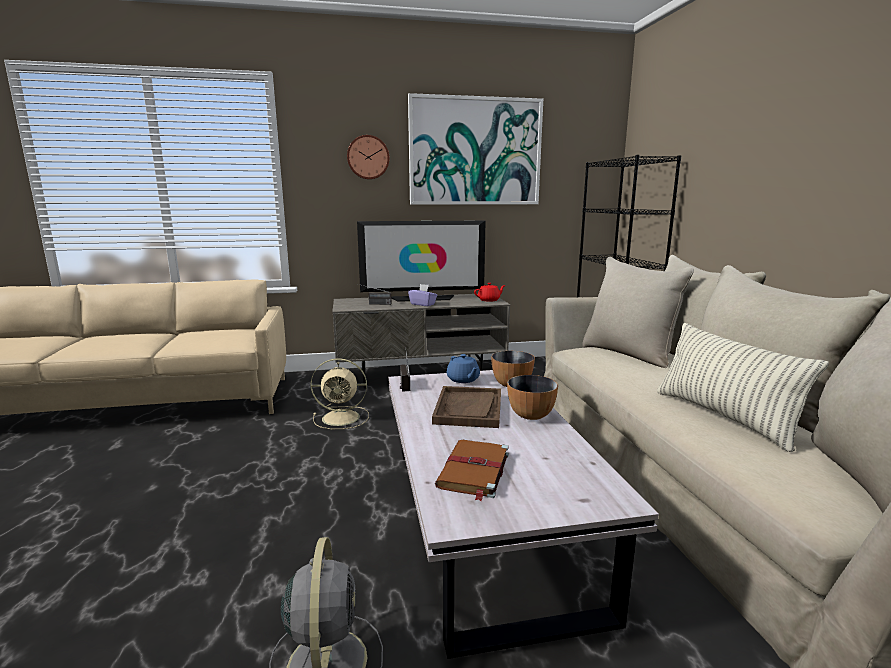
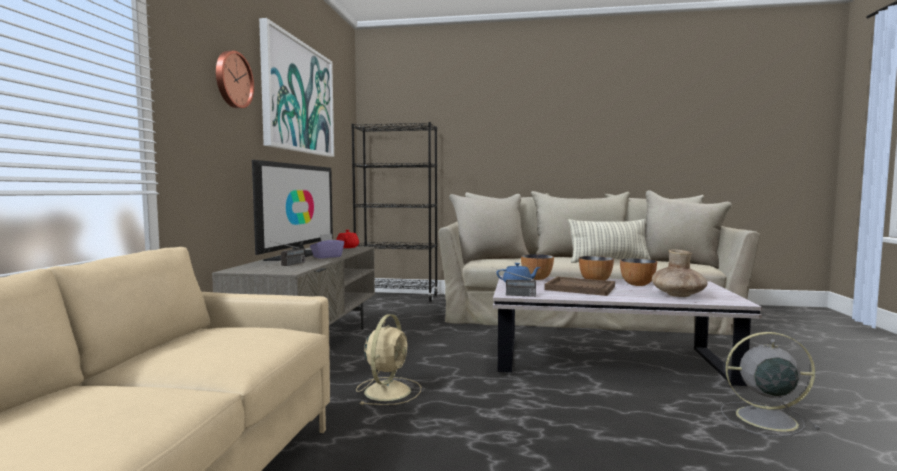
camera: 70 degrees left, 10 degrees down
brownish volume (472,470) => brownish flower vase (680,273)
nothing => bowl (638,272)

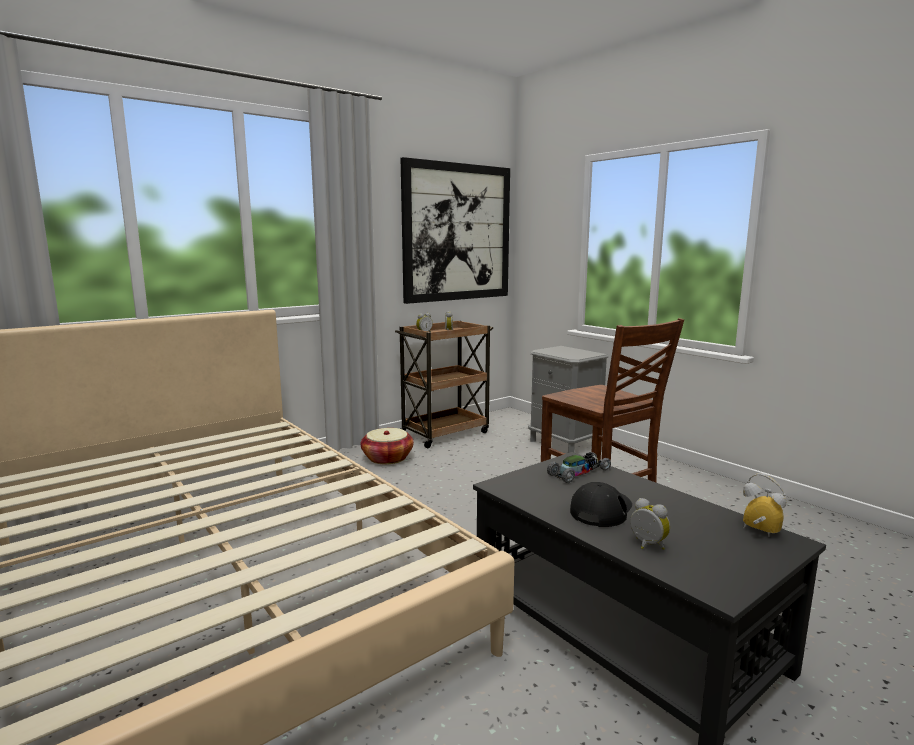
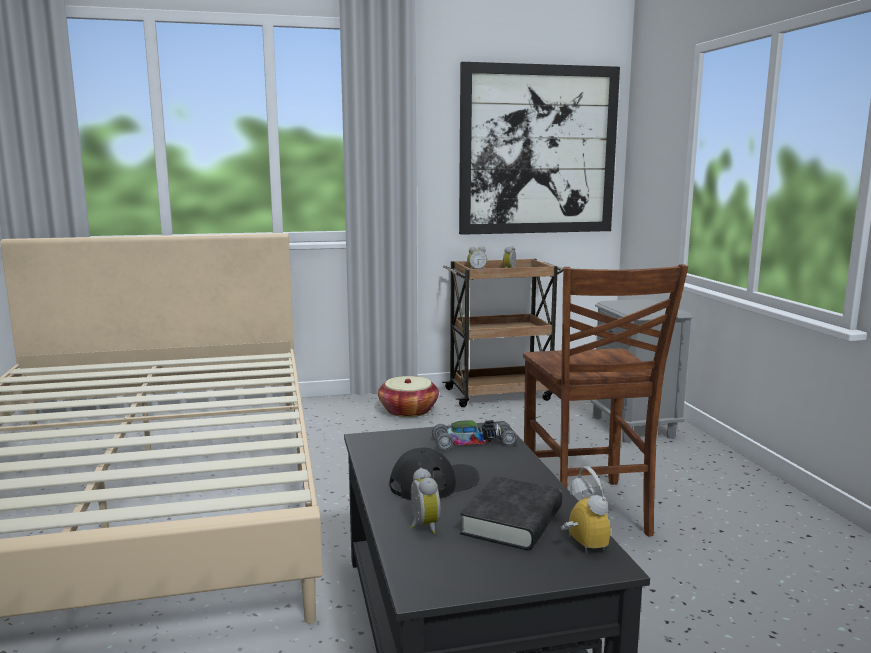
camera: 25 degrees right, 0 degrees up
nothing => black volume (511,513)

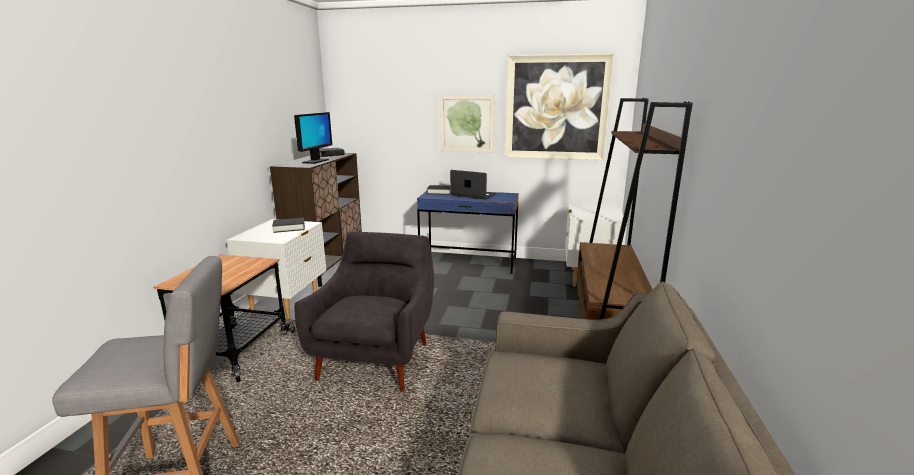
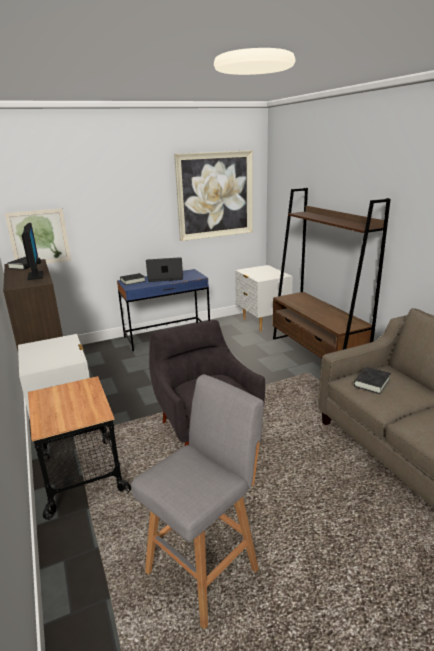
camera: 35 degrees left, 5 degrees up
wall picture (467,123) => wall picture (38,236), relocated
black volume (288,225) => black volume (372,380), relocated

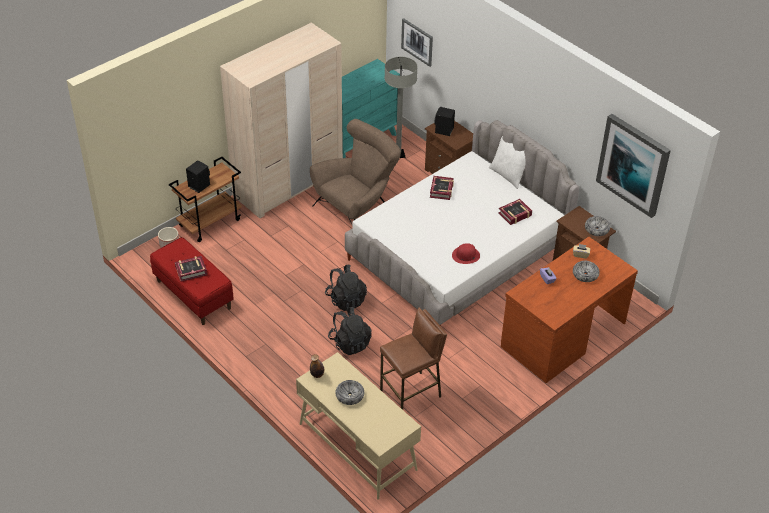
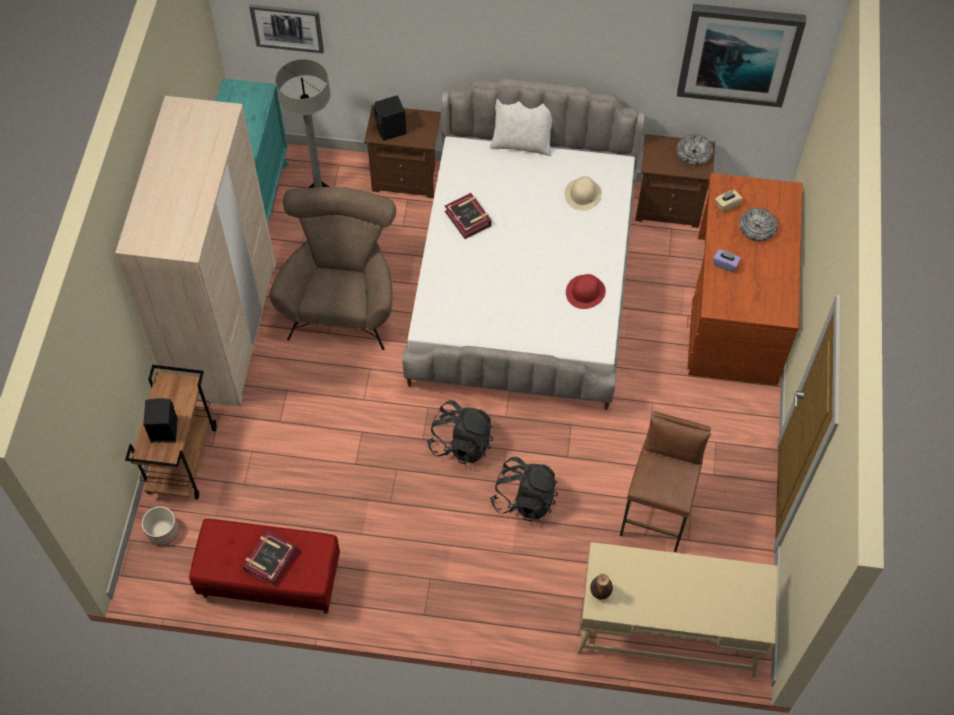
camera: 40 degrees left, 15 degrees up
volume (515,212) => beige clothing hat (583,193)
bowl (349,392) => nothing

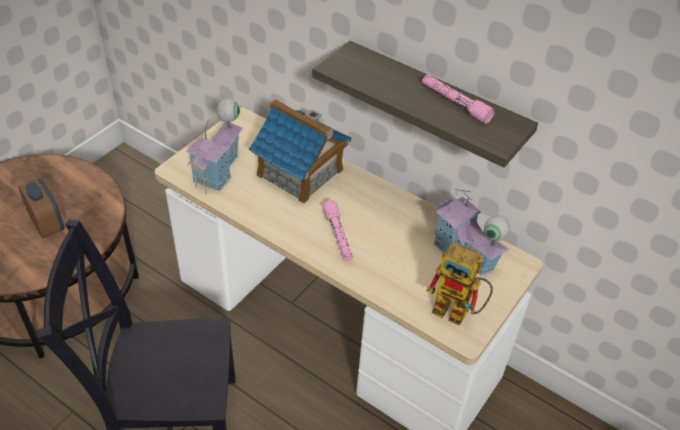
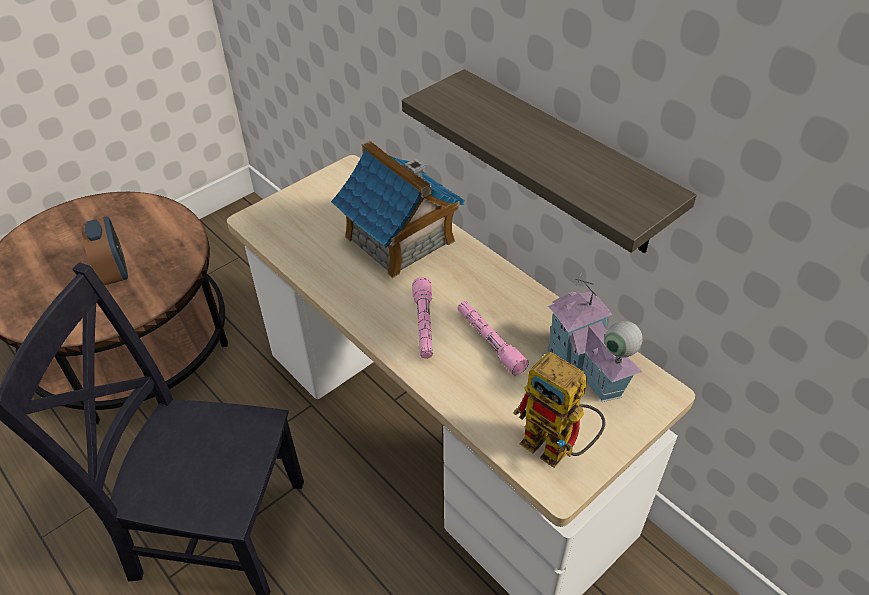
camera: 15 degrees right, 0 degrees up
pink-coloured torch (458,99) => pink-coloured torch (493,338), relocated
toy house (214,146) => nothing

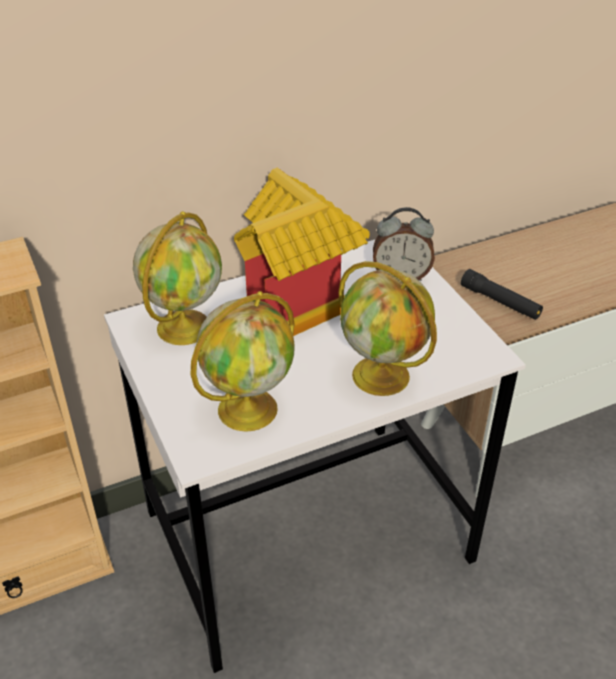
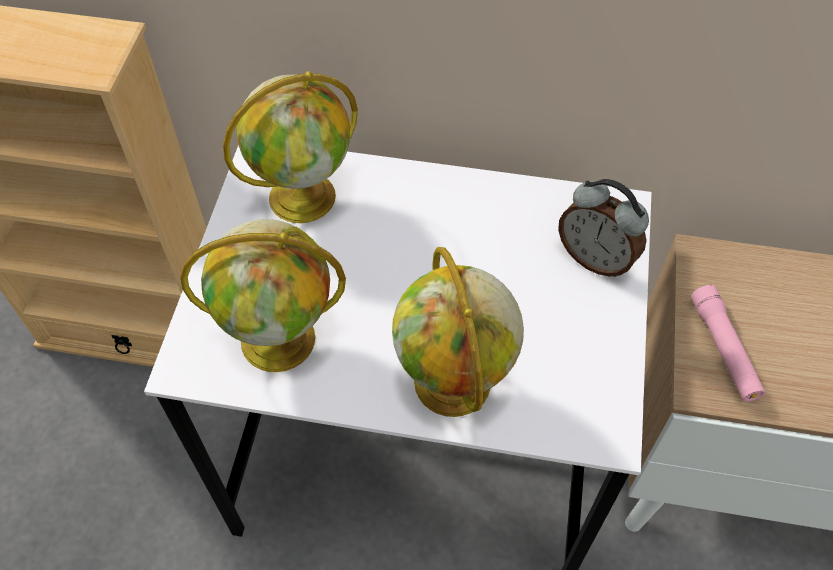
camera: 35 degrees right, 15 degrees up
toy house (302,252) => nothing
black torch (502,294) => pink-coloured torch (728,343)

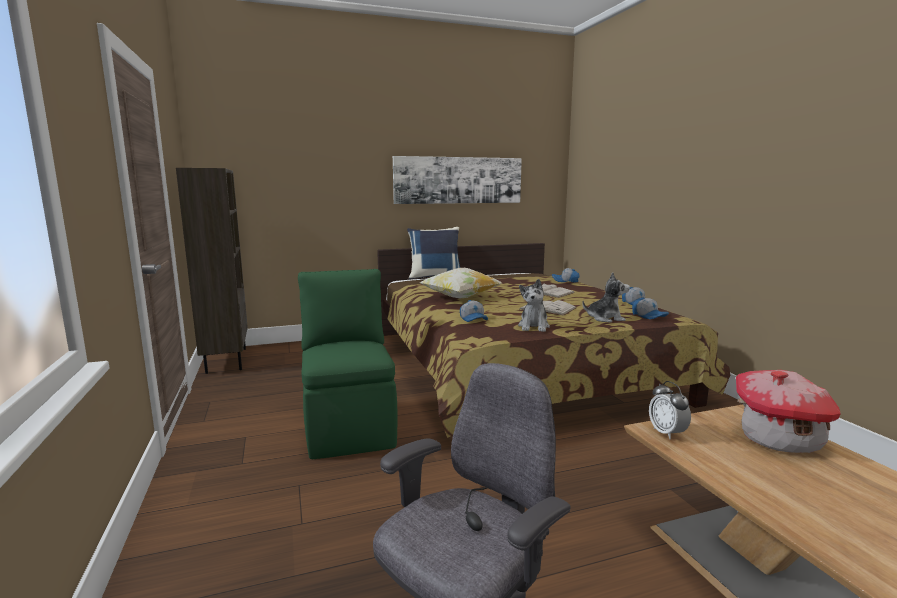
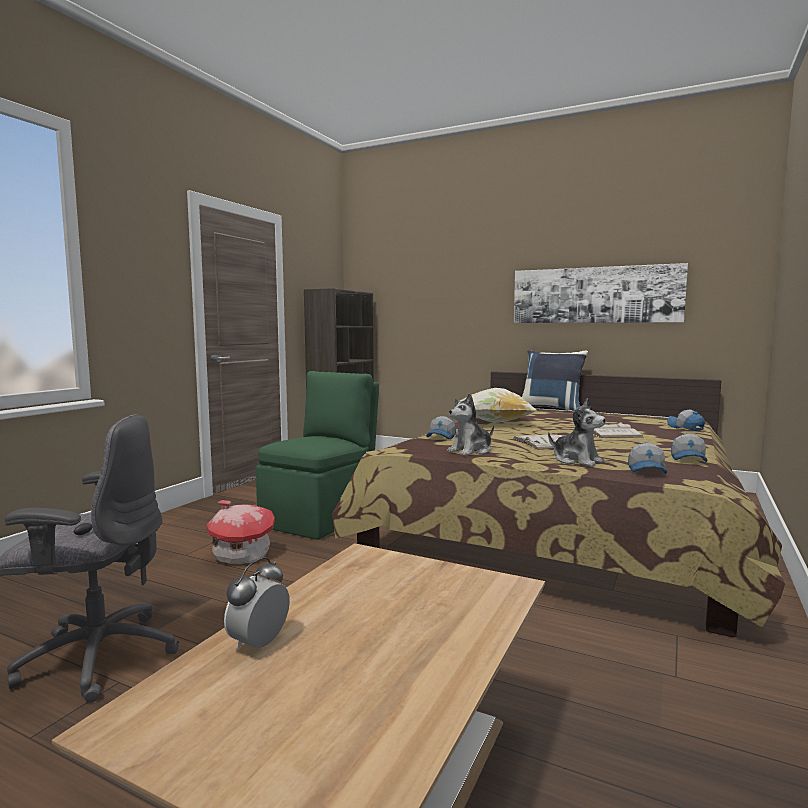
camera: 45 degrees right, 5 degrees down
toy house (788,411) => toy house (240,532), relocated
bedside clock (670,410) => bedside clock (257,604), relocated

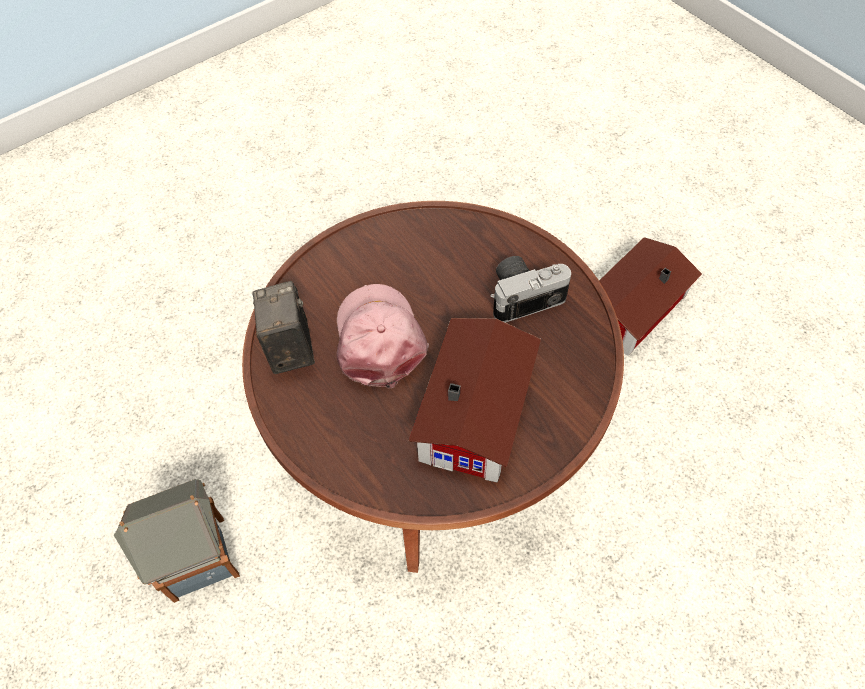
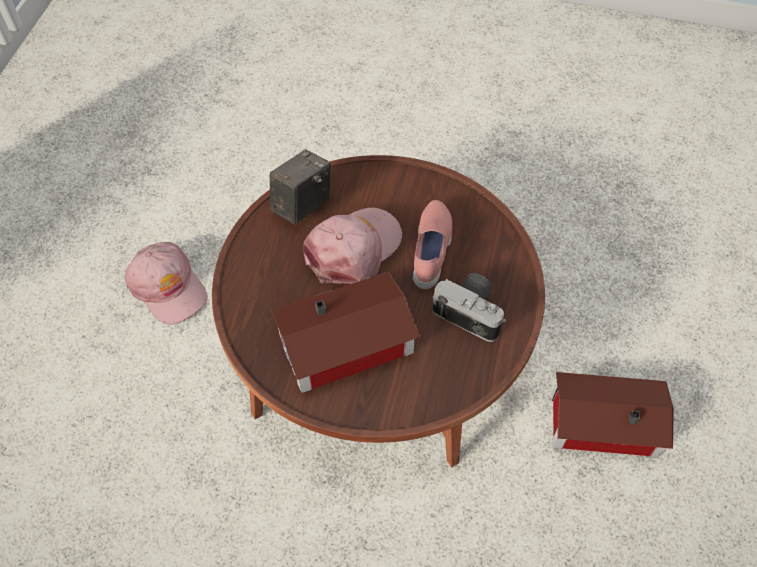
camera: 50 degrees right, 0 degrees up
toy house (177,541) => pink-coloured baseball cap (166,283)
nothing => pink-coloured low shoe (432,244)

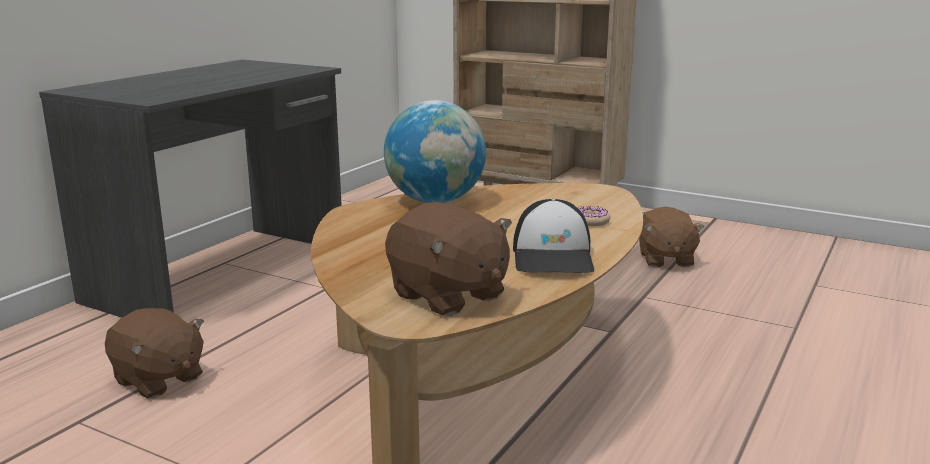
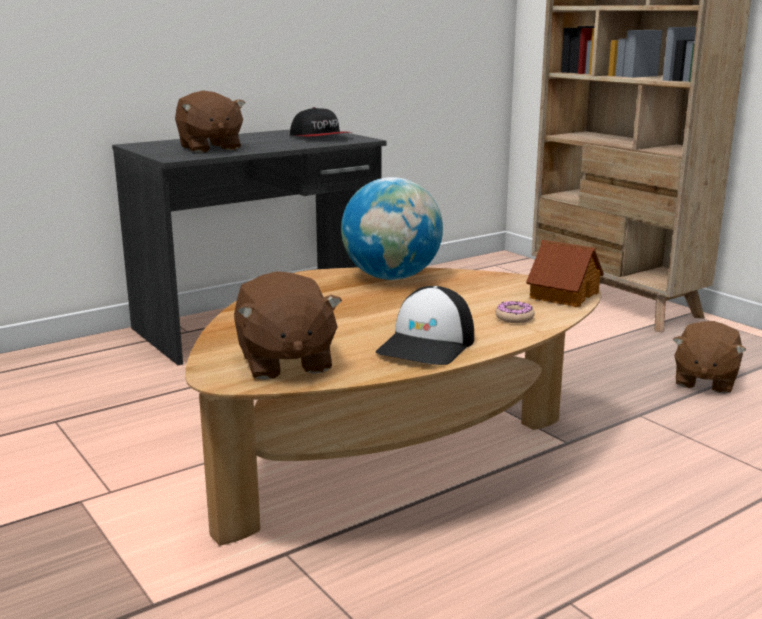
camera: 25 degrees right, 0 degrees up
brownish cuddly toy (154,353) => brownish cuddly toy (210,121), relocated
nothing => baseball cap (321,122)
nothing => toy house (565,273)

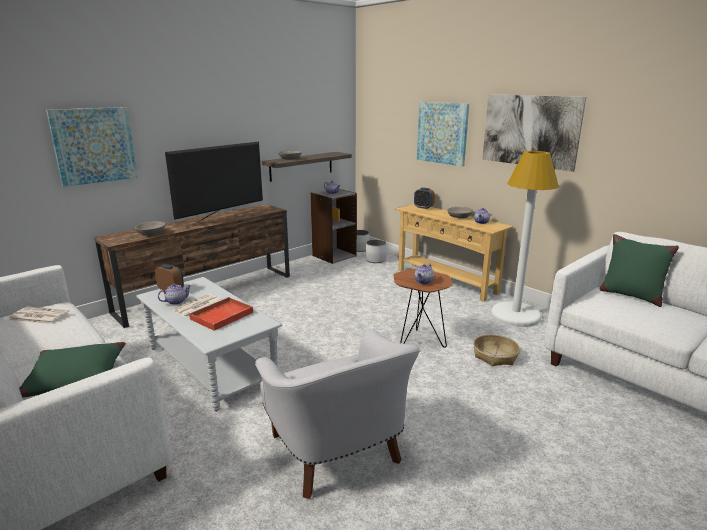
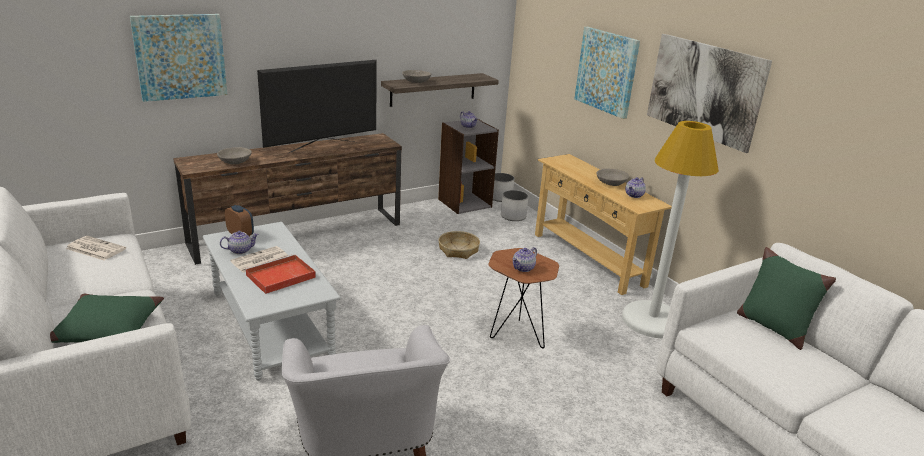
camera: 10 degrees right, 5 degrees up
bedside clock (424,198) => nothing
storage basket (496,350) => storage basket (459,245), relocated

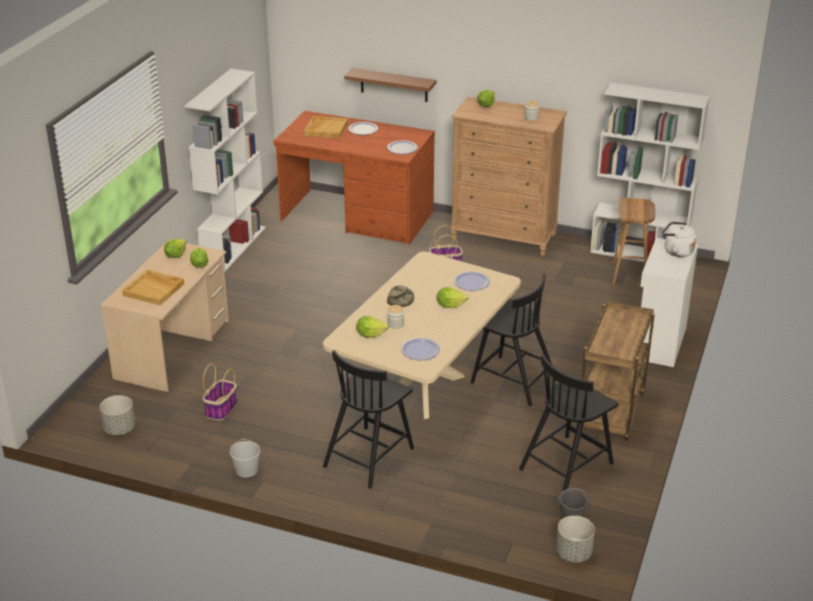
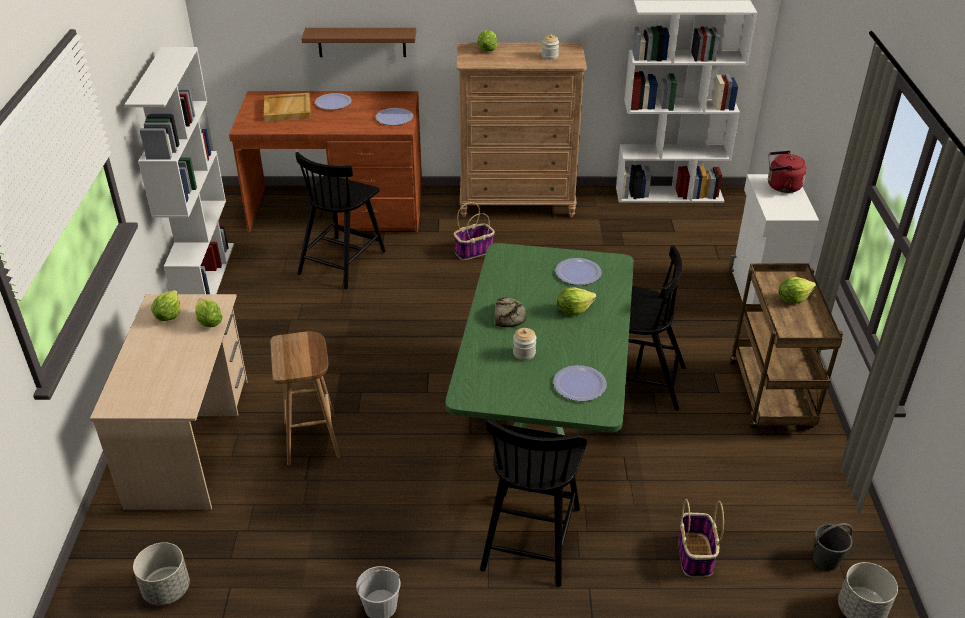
camera: 20 degrees left, 5 degrees up
brownish stool seat (633,241) => brownish stool seat (305,398), relocated
white-coloured kettle (679,239) => red kettle (787,172)
beige dining table (422,335) => green dining table (539,339)
beige tray (153,287) => nothing
lettuce (372,327) => lettuce (797,290), relocated
black chair (568,422) => black chair (340,220), relocated
storage basket (220,391) => storage basket (701,538), relocated

